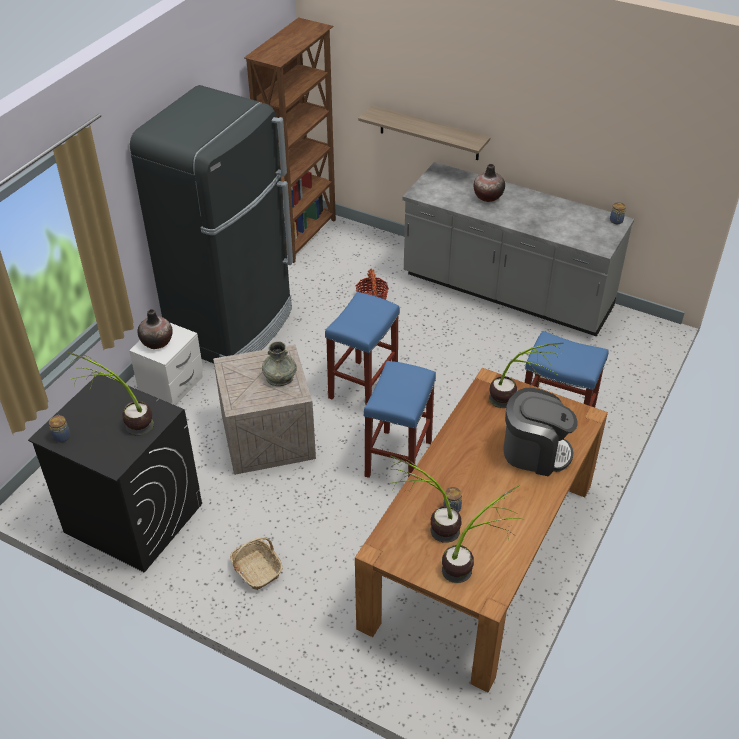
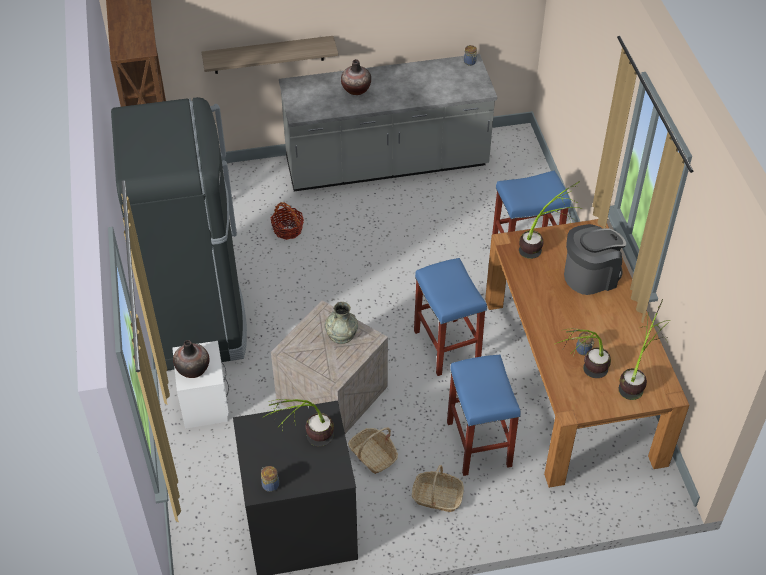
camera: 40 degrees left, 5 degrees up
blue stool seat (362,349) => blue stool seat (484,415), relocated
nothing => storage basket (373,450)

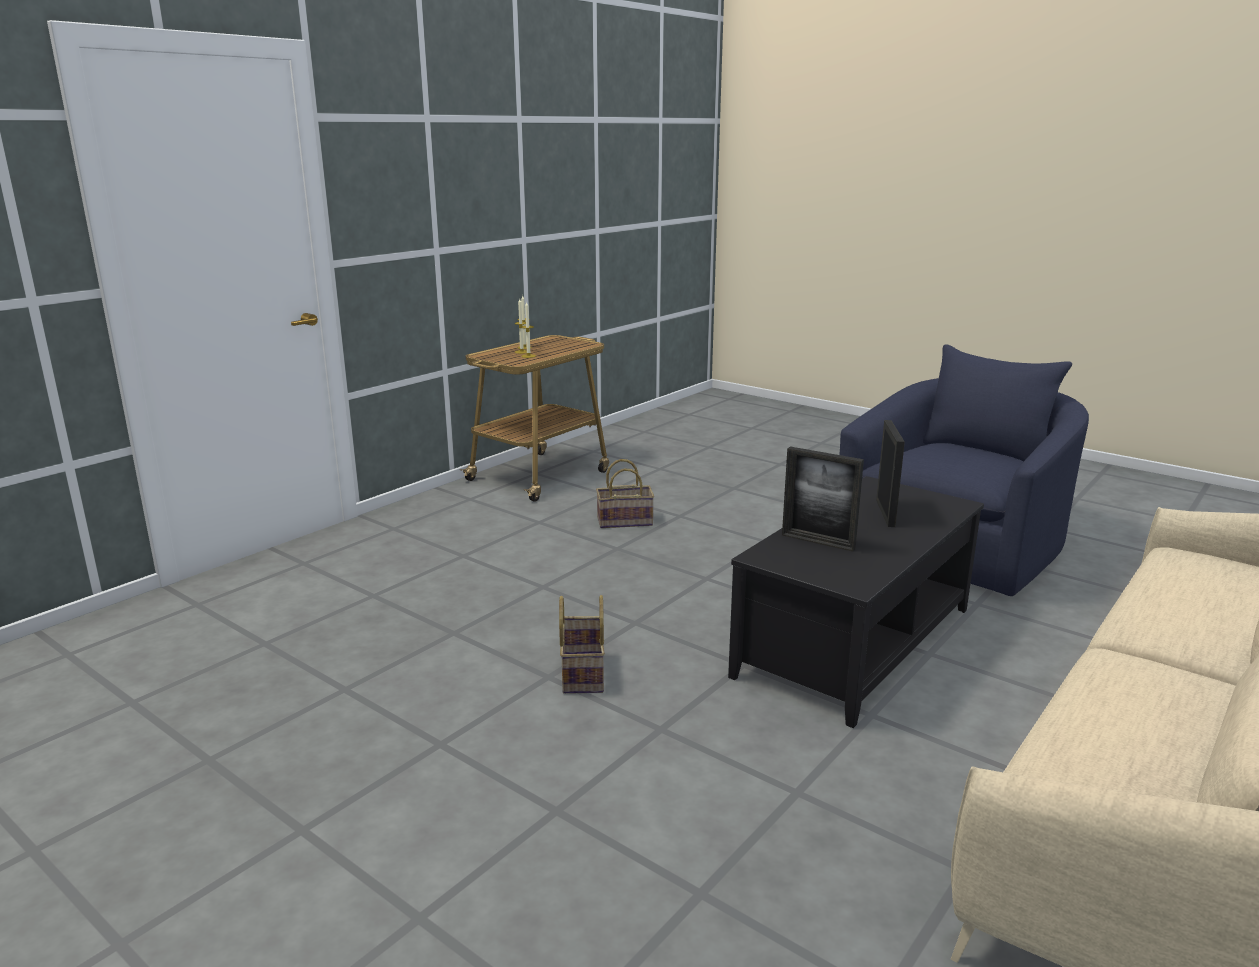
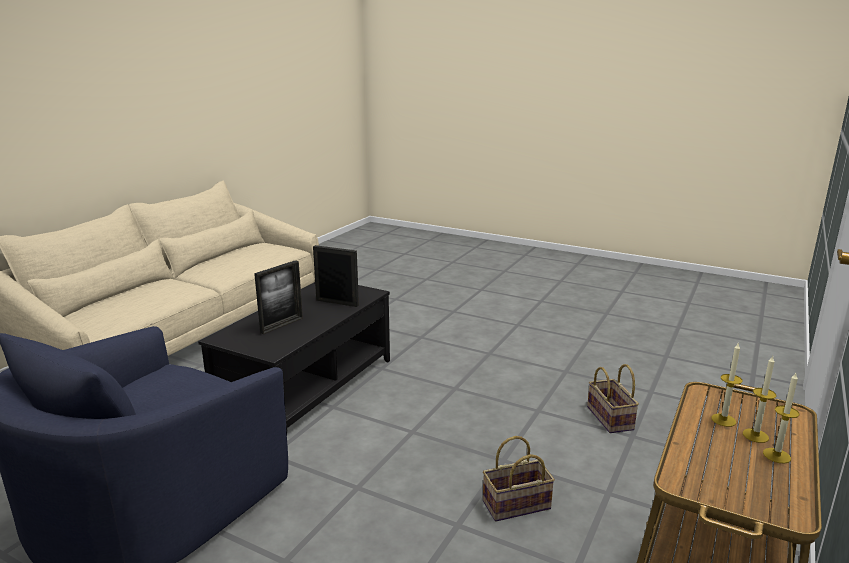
camera: 170 degrees right, 0 degrees up
standing frame (890,473) => standing frame (278,297), 135 degrees counterclockwise
storage basket (582,644) => storage basket (613,398), relocated

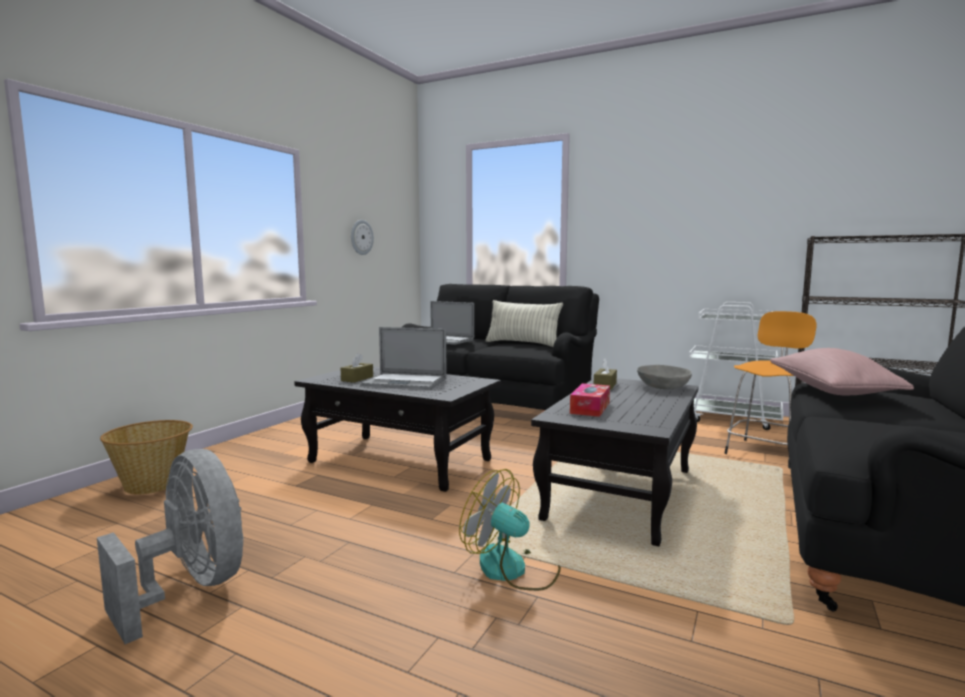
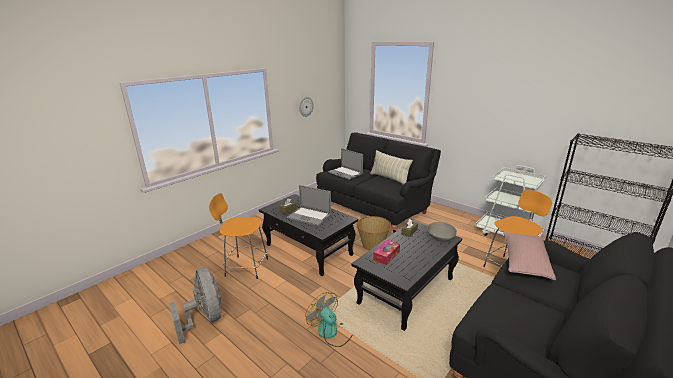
camera: 15 degrees right, 15 degrees up
storage basket (146,457) => storage basket (374,233), relocated
nothing => orangey stool seat (238,236)

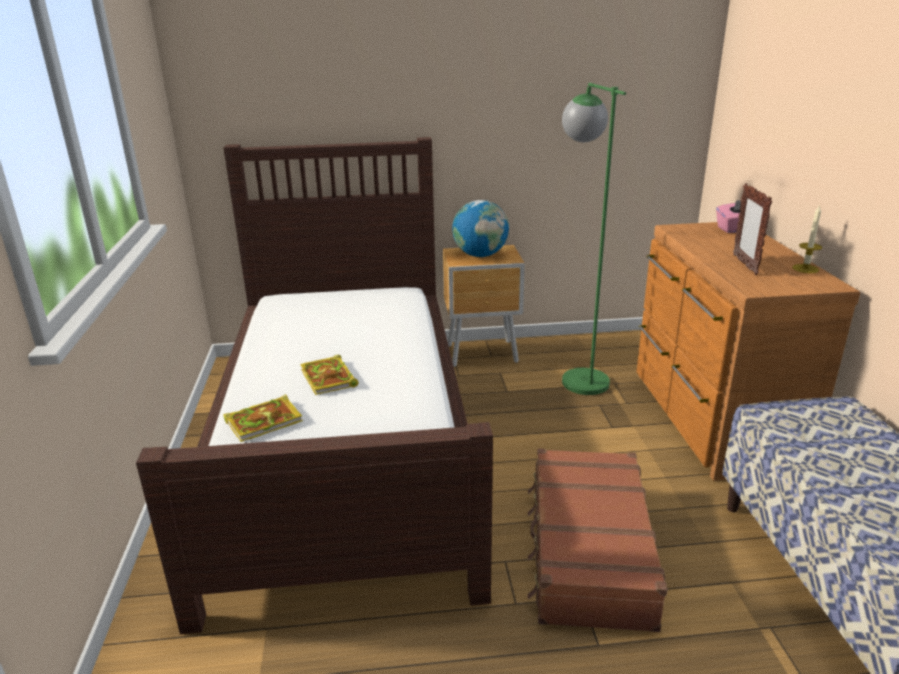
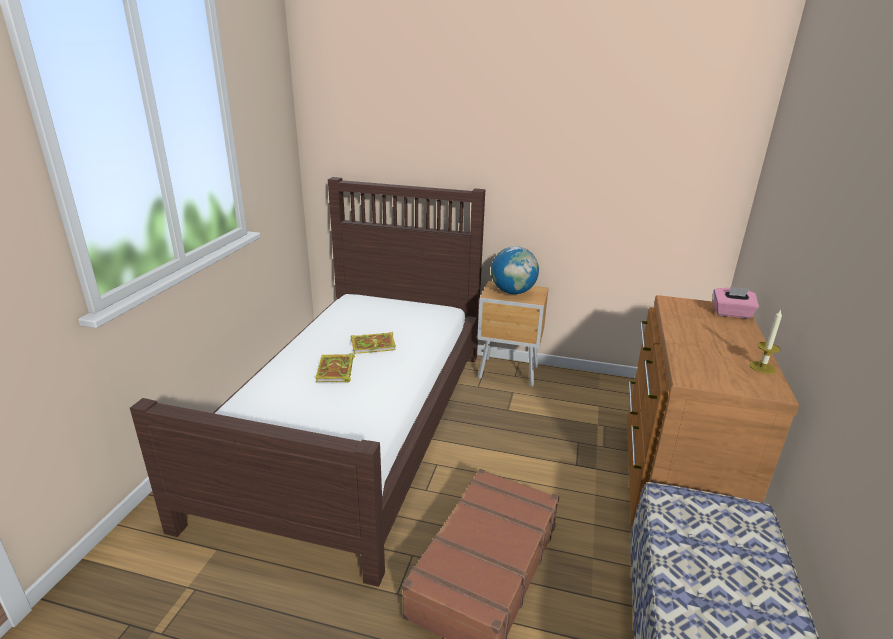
camera: 20 degrees right, 0 degrees up
green standing lamp (594,239) => nothing
standing frame (752,229) => nothing
volume (263,418) => volume (373,343), relocated

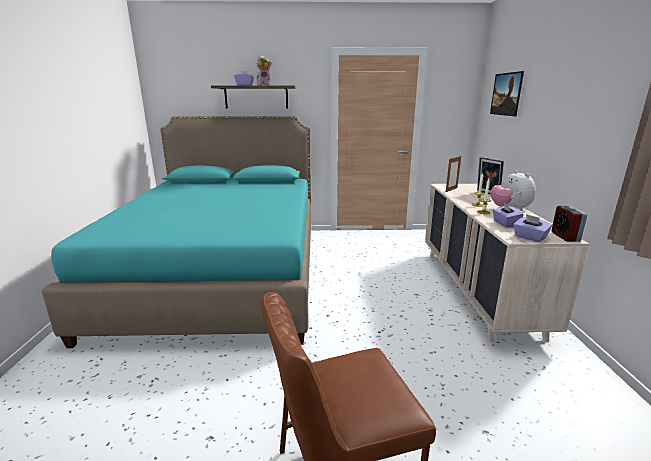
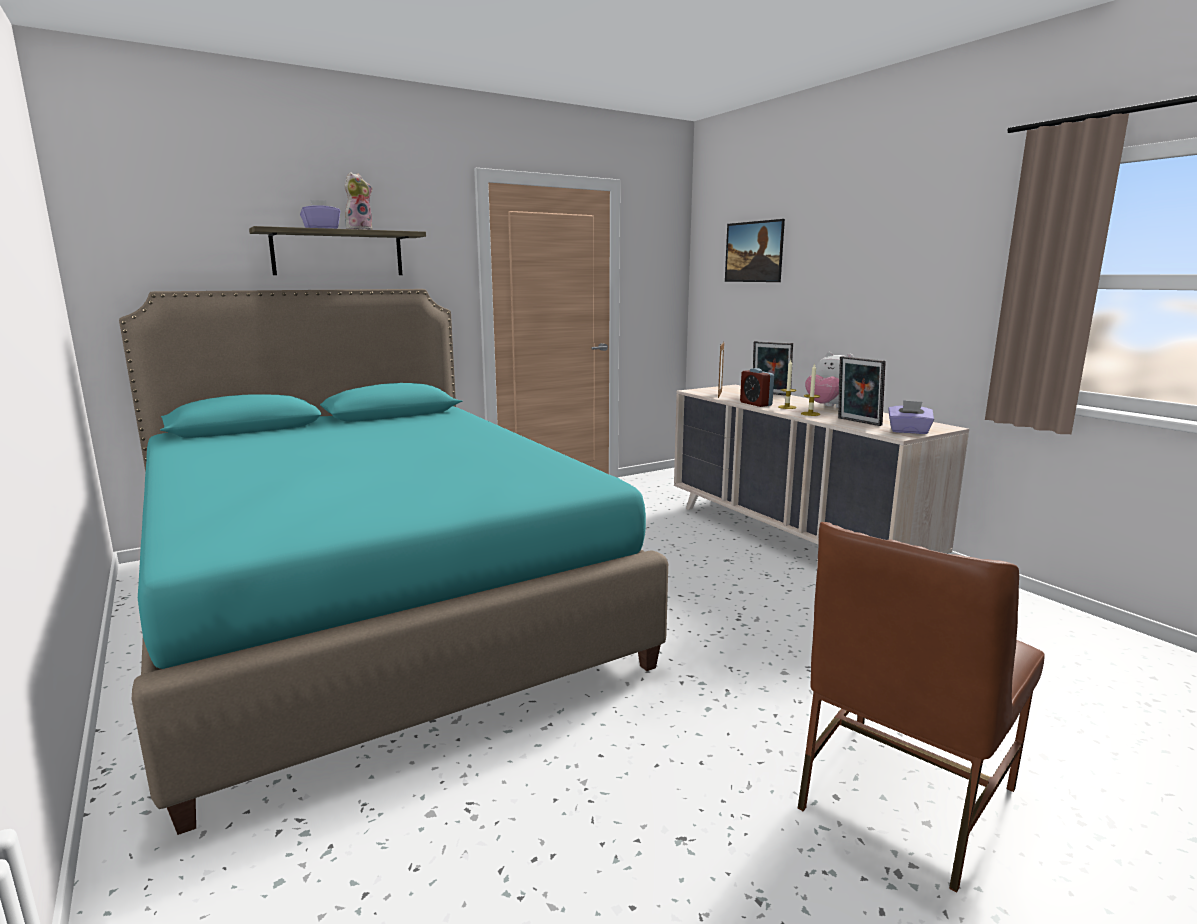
camera: 30 degrees left, 5 degrees down
purple-coloured box of tissues (507,214) => standing frame (862,391)
bedside clock (569,223) => bedside clock (757,387), relocated

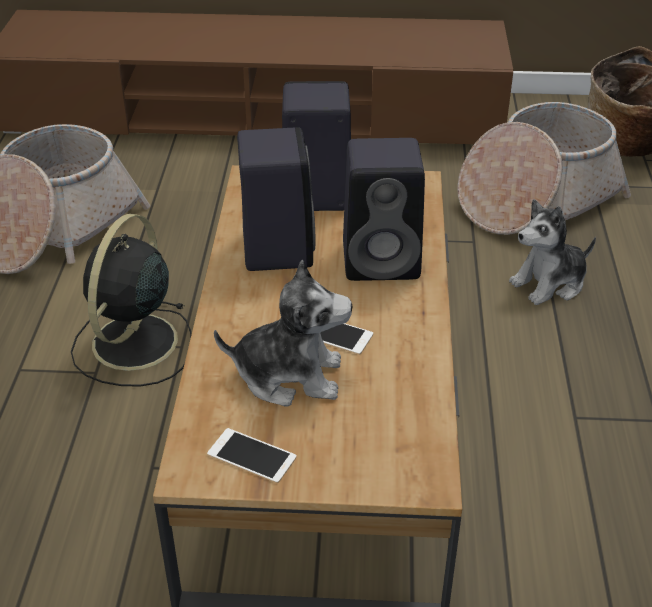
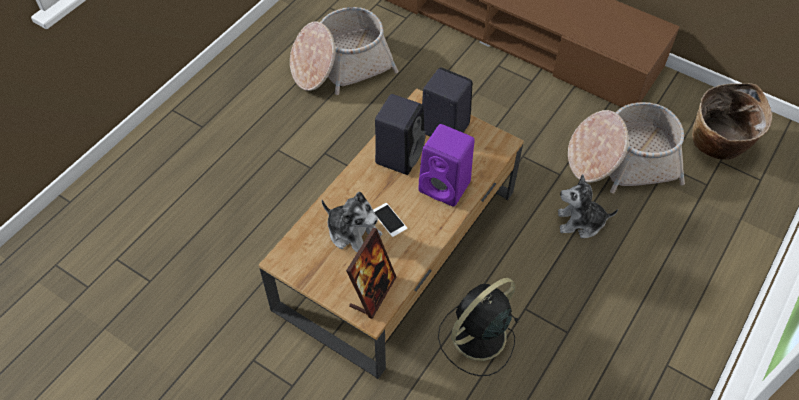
camera: 30 degrees right, 15 degrees up
black speaker (384,209) => purple-coloured speaker (446,165)
black electric fan (131,300) => black electric fan (479,327), relocated
phone (252,455) => nothing
nothing => standing frame (371,273)

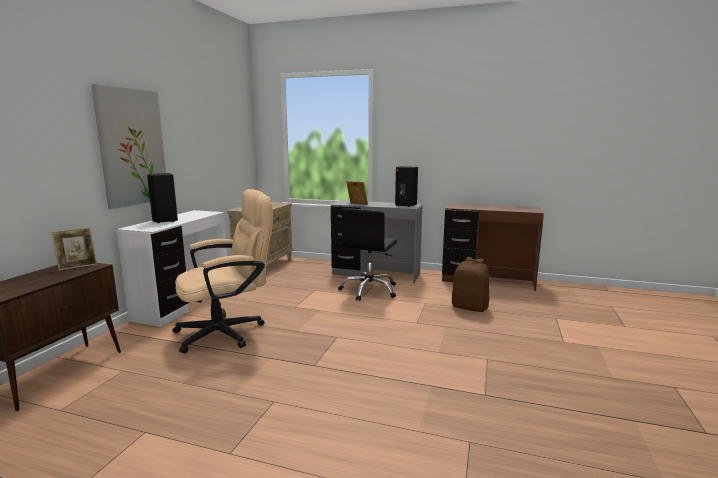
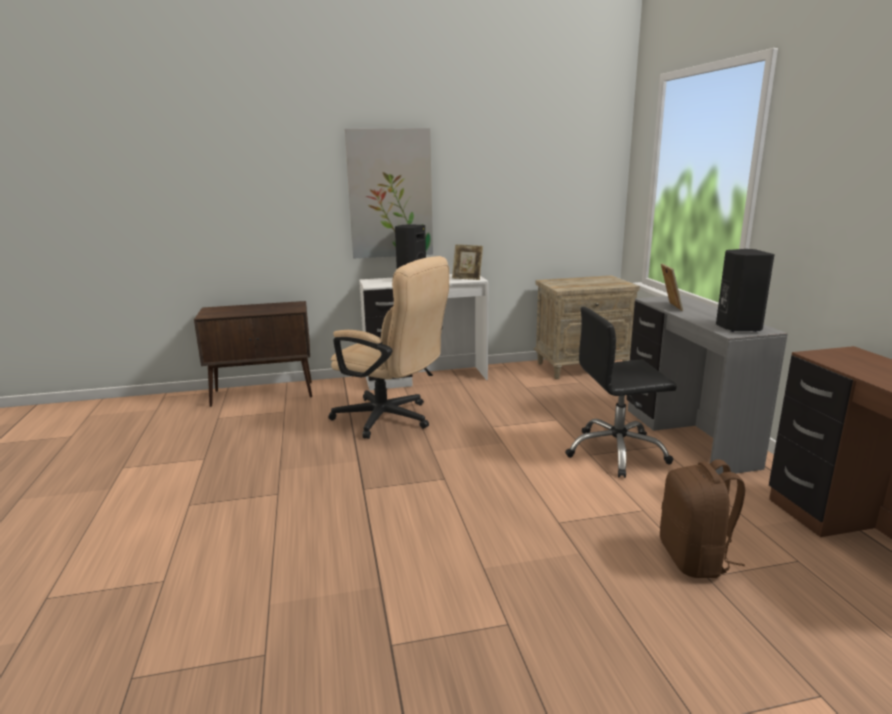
camera: 60 degrees right, 5 degrees up
standing frame (74,249) => standing frame (467,262), relocated

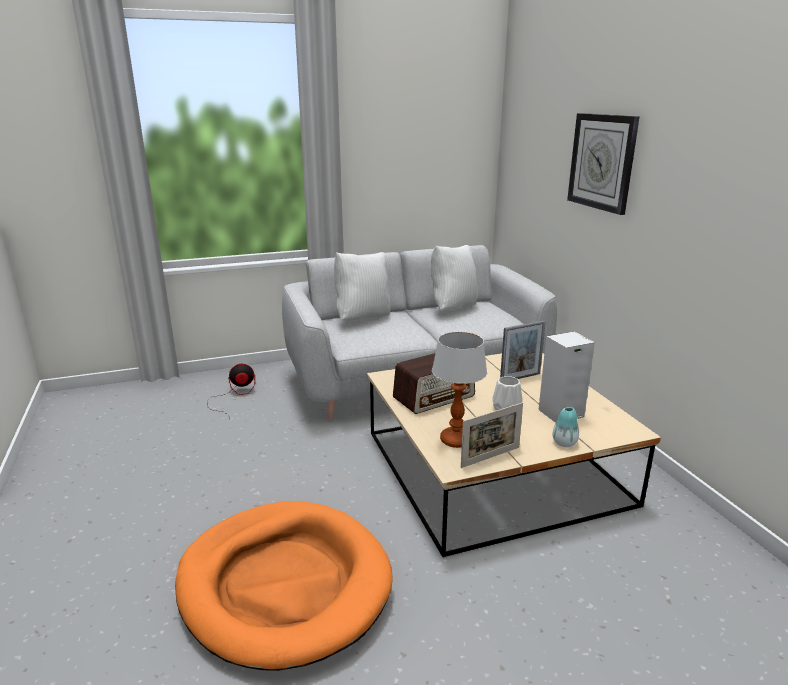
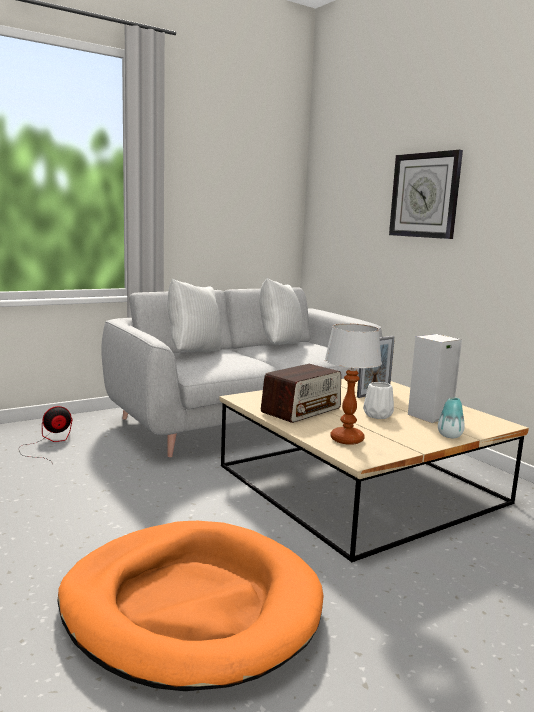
camera: 15 degrees left, 10 degrees down
standing frame (492,435) => nothing

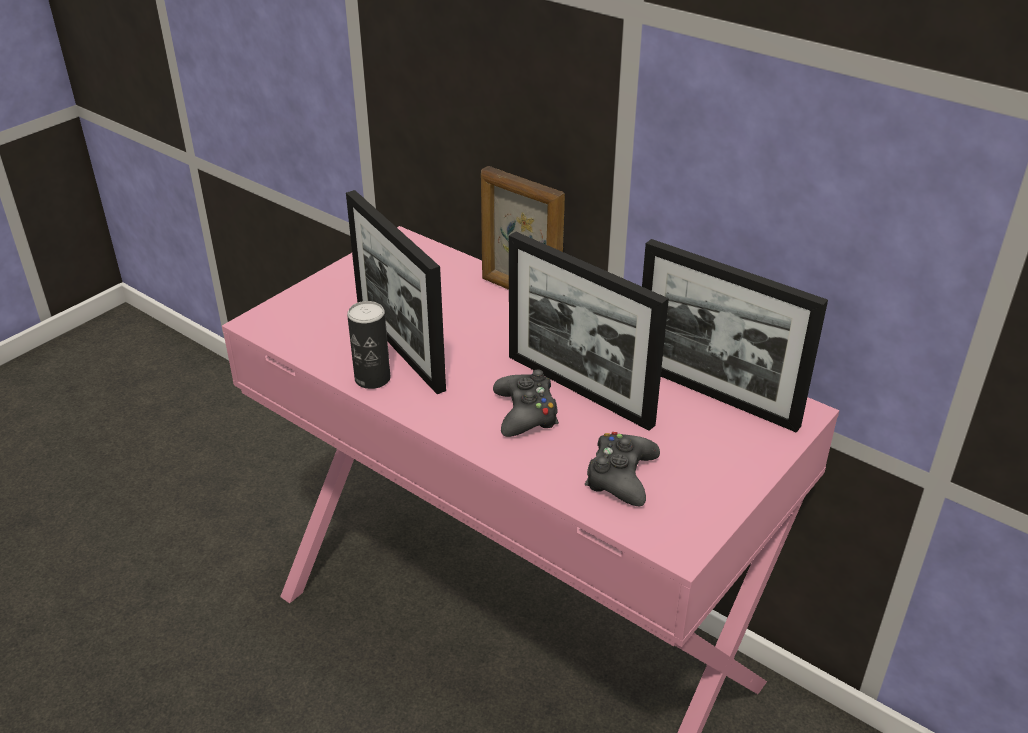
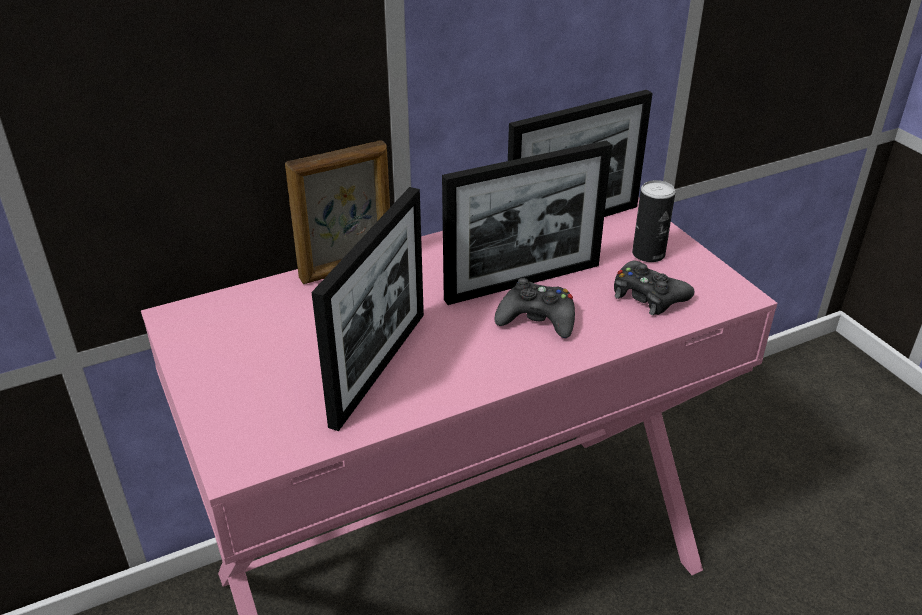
camera: 65 degrees left, 0 degrees up
standing frame (396,292) => standing frame (367,309), 60 degrees counterclockwise
sealed can (369,345) => sealed can (654,221), relocated

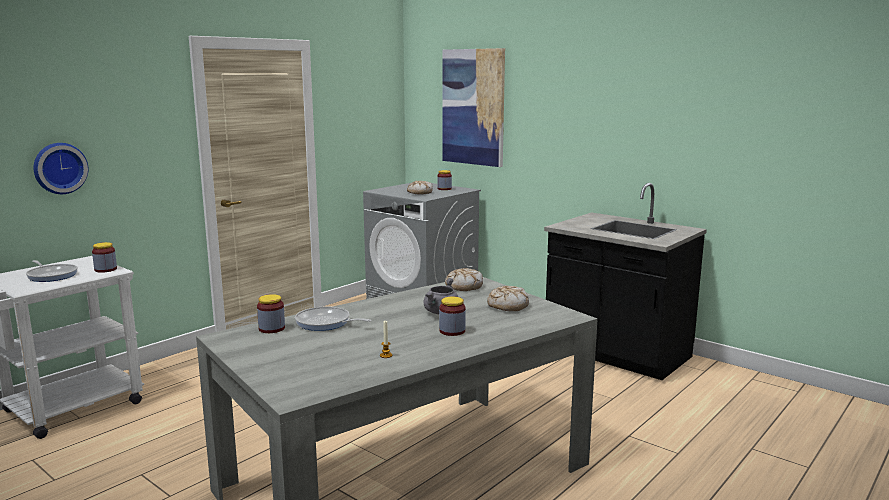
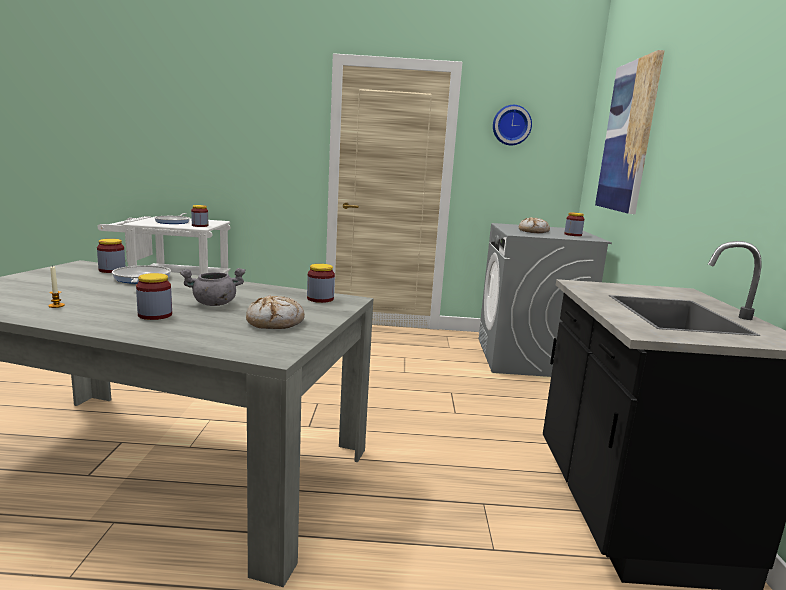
camera: 50 degrees right, 0 degrees up
wall clock (60,168) => wall clock (512,125), relocated
baked bread (464,279) => storage jar (321,283)

